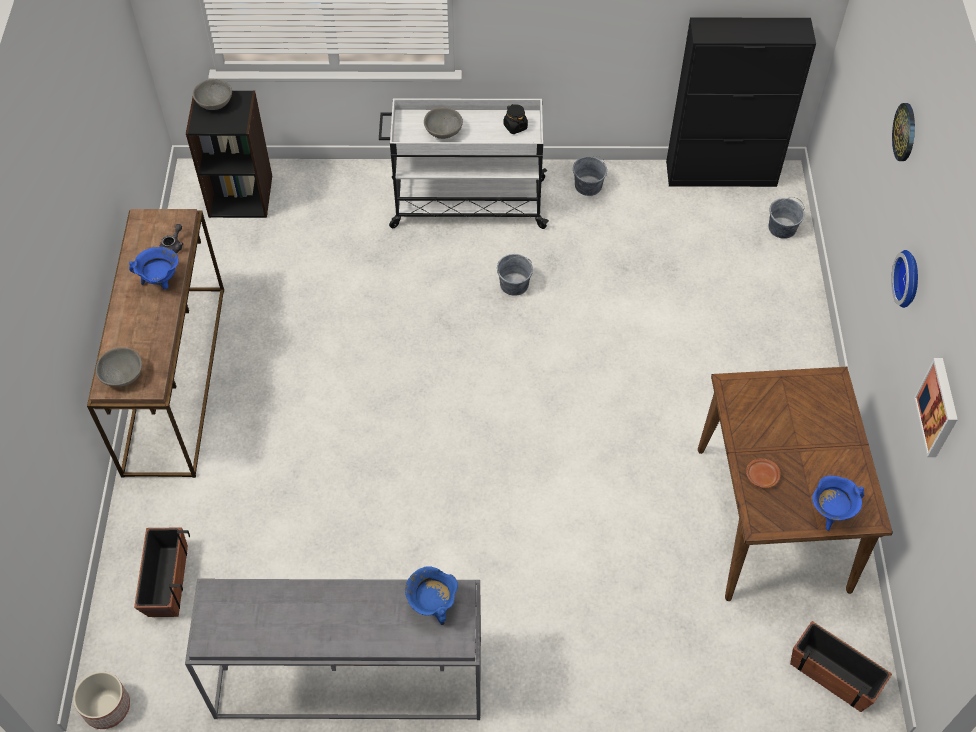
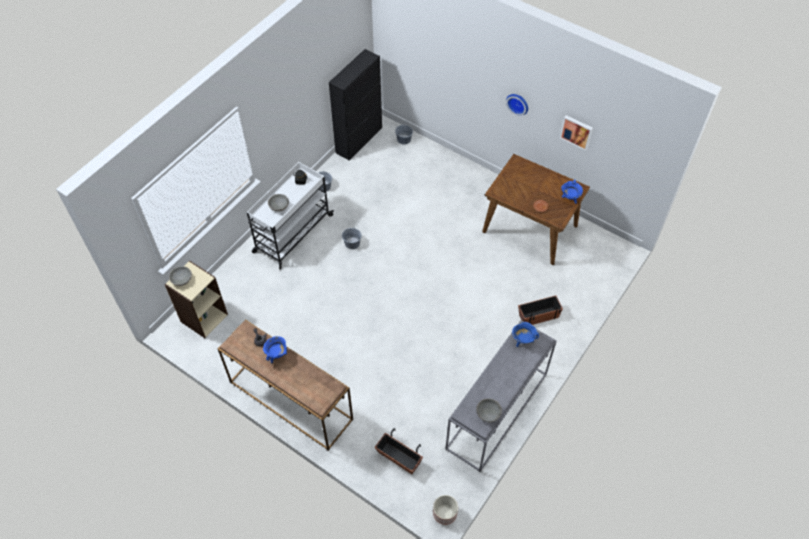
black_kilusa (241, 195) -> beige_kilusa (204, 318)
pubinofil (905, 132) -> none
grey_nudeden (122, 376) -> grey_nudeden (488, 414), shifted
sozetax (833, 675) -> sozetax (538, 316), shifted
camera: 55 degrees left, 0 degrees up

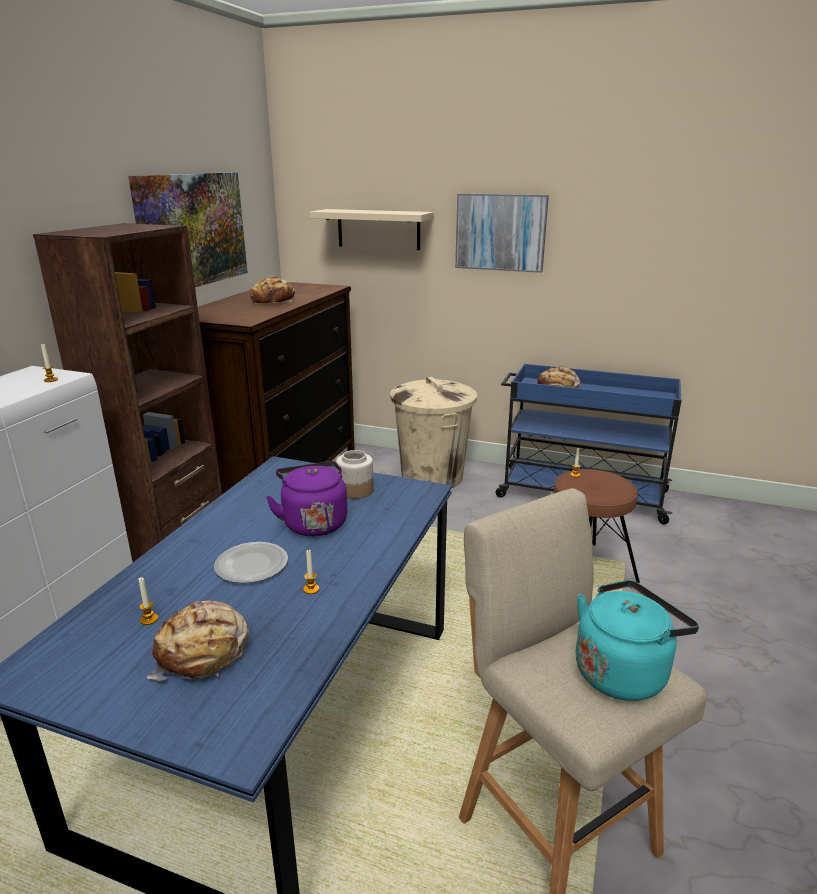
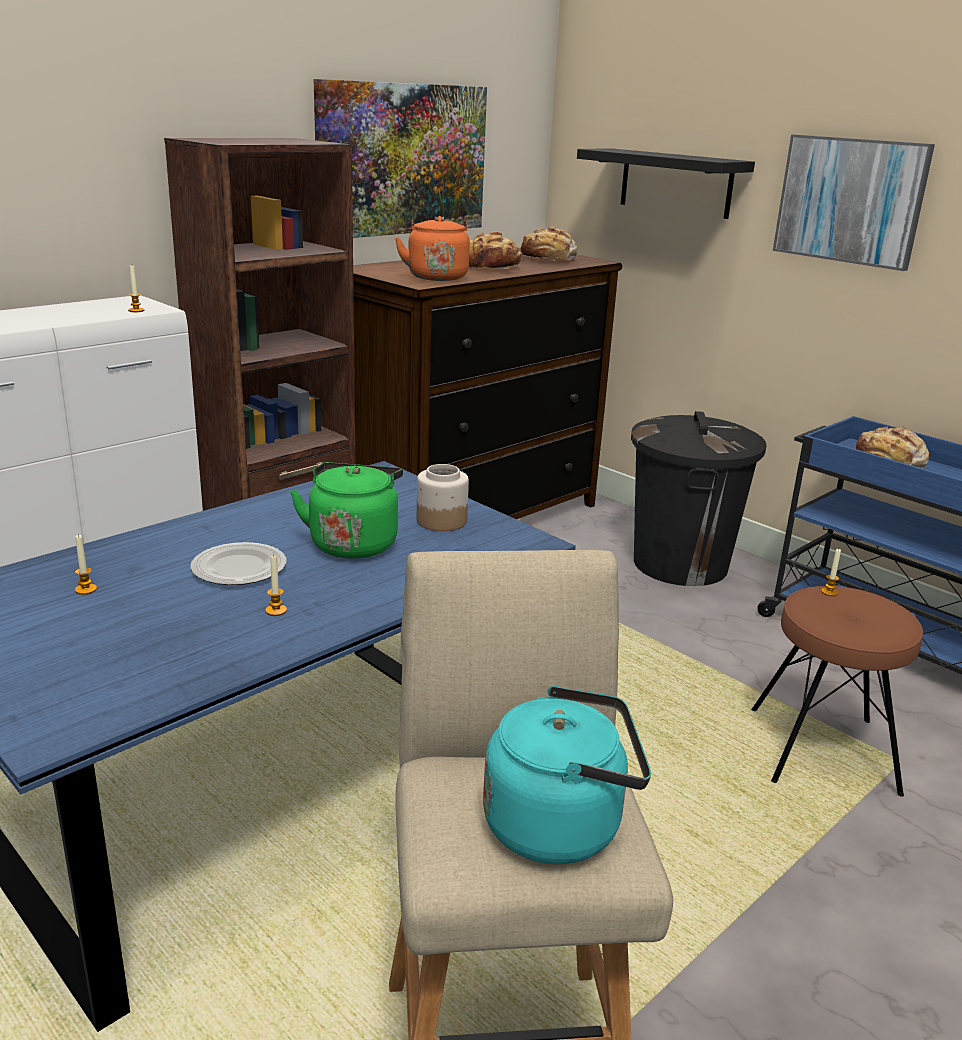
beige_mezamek (378, 229) -> black_mezamek (675, 183)
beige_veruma (432, 476) -> black_veruma (680, 564)
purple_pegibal (313, 522) -> green_pegibal (354, 543)
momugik (203, 653) -> momugik (548, 259), shifted
none -> orange_pegibal (436, 276)
camera: 25 degrees right, 0 degrees up

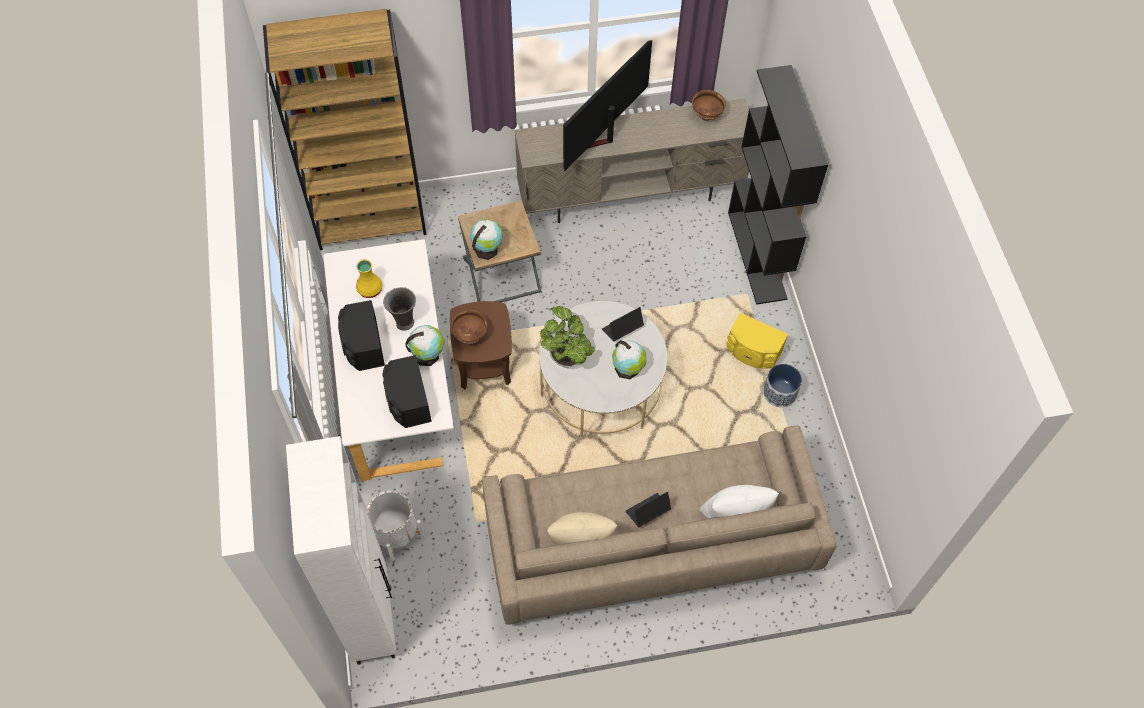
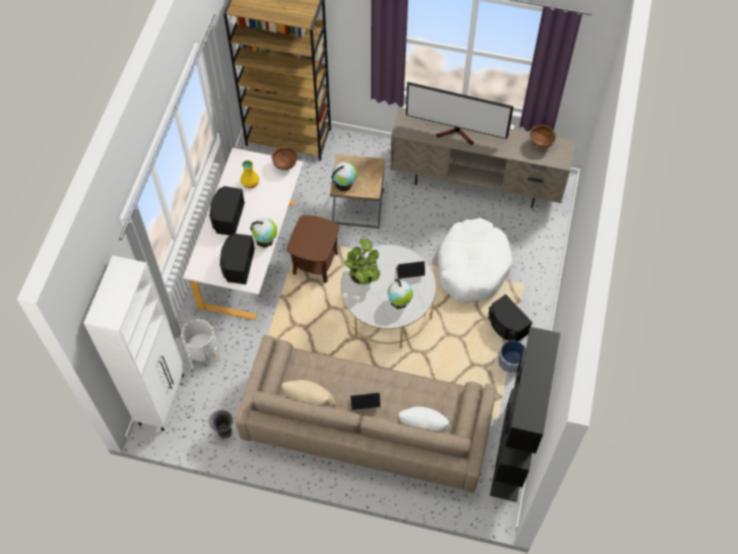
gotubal (602, 138) -> gotubal (457, 134), 135 degrees counterclockwise
black_kilusa (757, 255) -> black_kilusa (512, 453), shifted
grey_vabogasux (404, 323) -> grey_vabogasux (224, 432), shifted
brown_nudeden (470, 335) -> brown_nudeden (285, 165), shifted
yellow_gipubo (752, 351) -> black_gipubo (506, 326)
none -> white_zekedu (472, 266)
camera: 25 degrees right, 0 degrees up

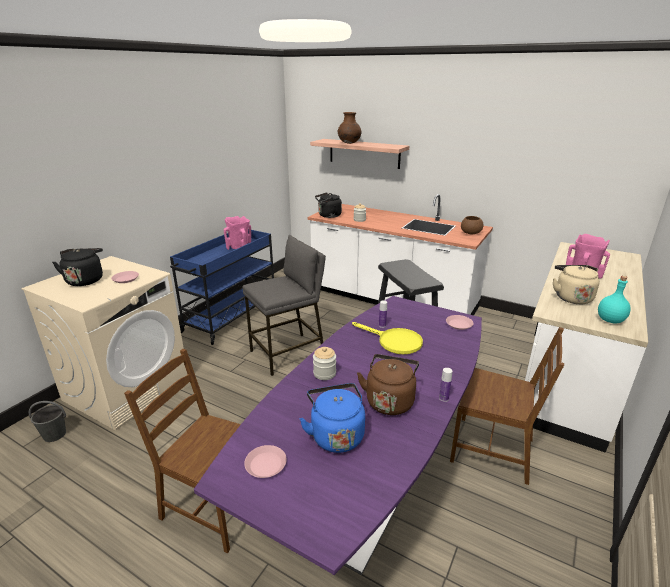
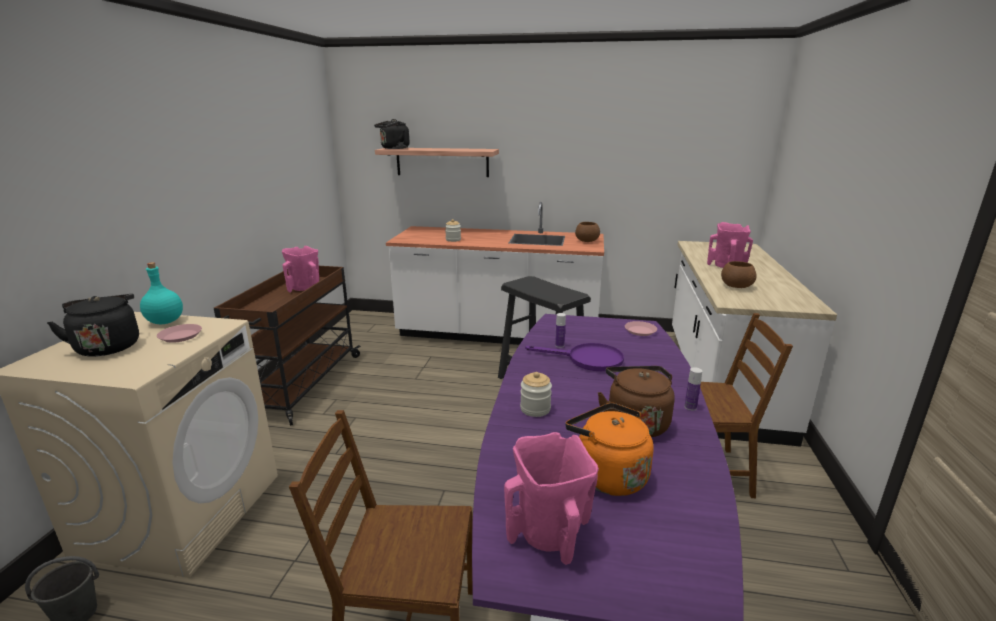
brown_vabogasux (349, 143) -> none
black_pegibal (328, 216) -> black_pegibal (393, 148), shifted
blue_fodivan (231, 316) -> brown_fodivan (300, 385)
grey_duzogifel (288, 353) -> none
beige_pegibal (571, 297) -> brown_nudeden (736, 286)
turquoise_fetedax (610, 320) -> turquoise_fetedax (166, 321), shifted
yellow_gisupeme (394, 342) -> purple_gisupeme (587, 360)
blue_pegibal (336, 434) -> orange_pegibal (607, 475)
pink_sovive (265, 465) -> pink_vabogasux (549, 535)
camera: 20 degrees left, 5 degrees down

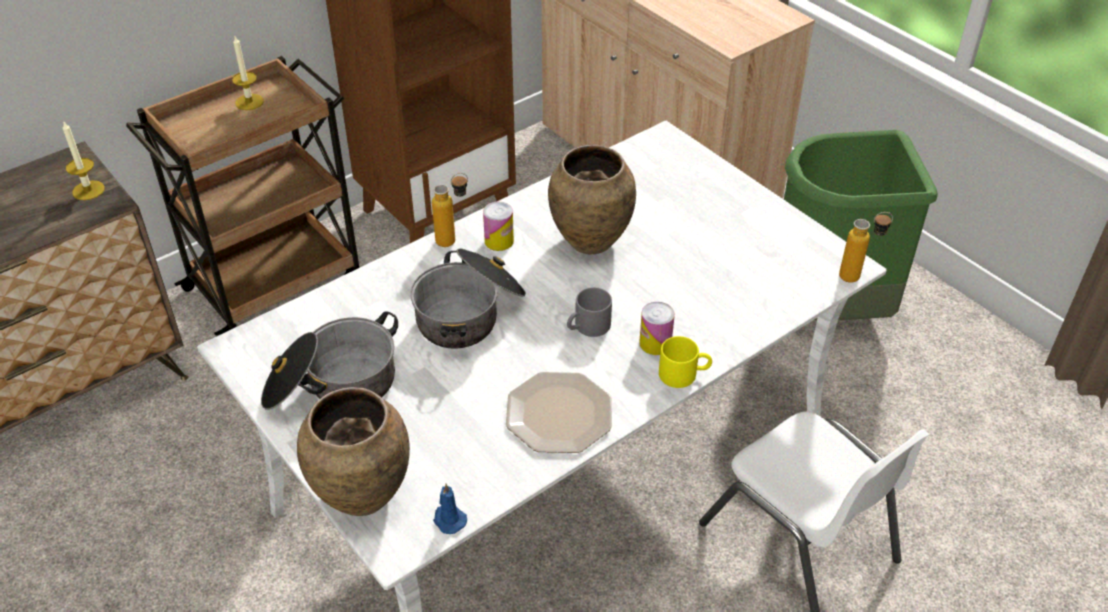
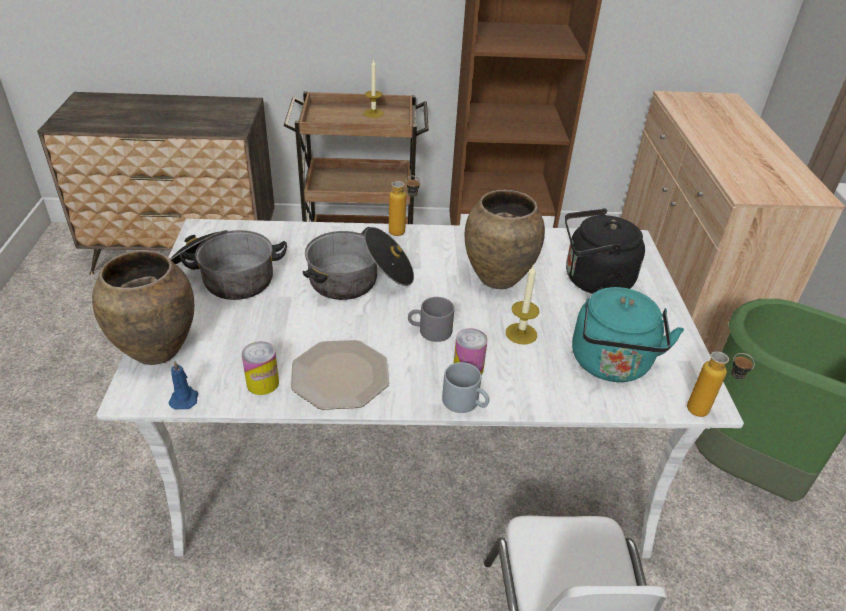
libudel (88, 190) -> libudel (521, 333), shifted
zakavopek (499, 241) -> zakavopek (263, 383), shifted
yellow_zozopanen (684, 374) -> grey_zozopanen (466, 402)
none -> black_pegibal (593, 281)
none -> turquoise_pegibal (611, 365)
camera: 35 degrees right, 5 degrees down

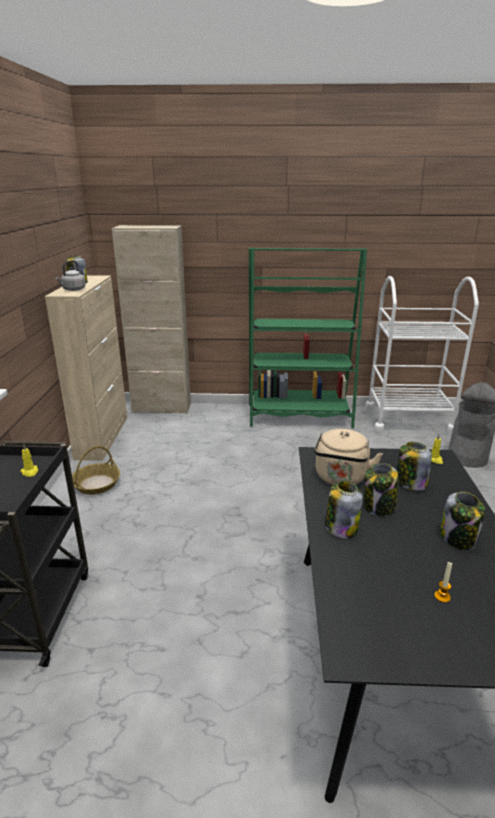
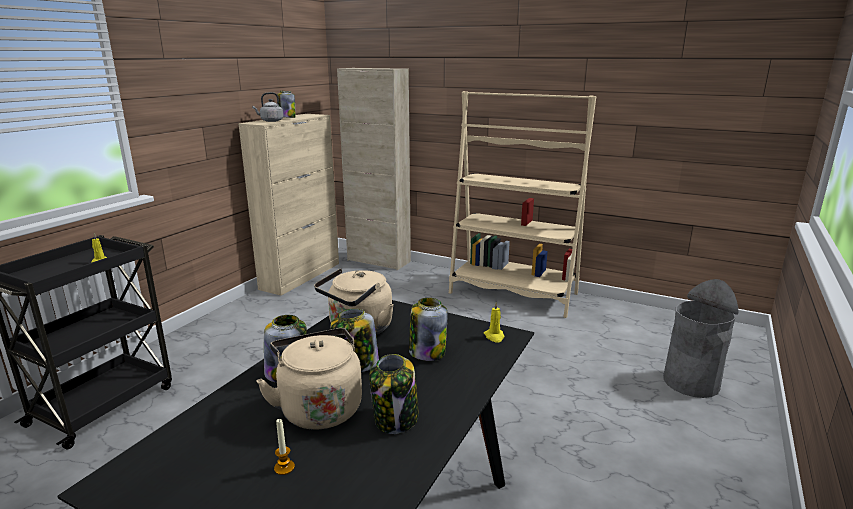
green_kilusa (299, 416) -> beige_kilusa (513, 293)
white_fodivan (408, 420) -> none
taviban (96, 484) -> none
none -> beige_pegibal (319, 407)
camera: 25 degrees right, 5 degrees down

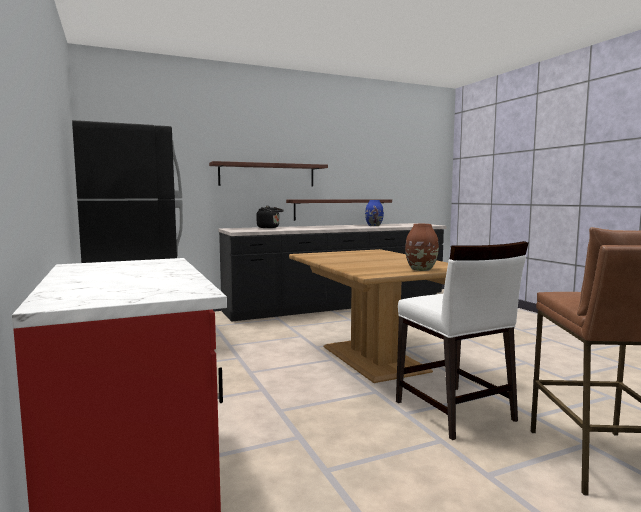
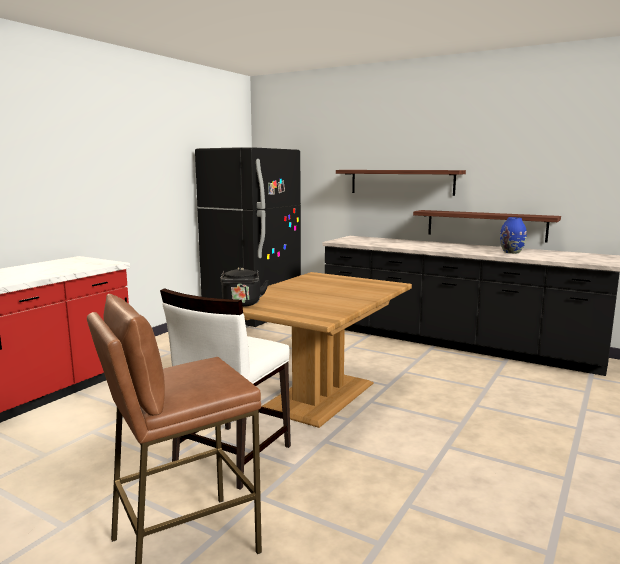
black_pegibal (269, 227) -> black_pegibal (242, 304), shifted
brown_vabogasux (421, 269) -> none
camera: 55 degrees right, 5 degrees up

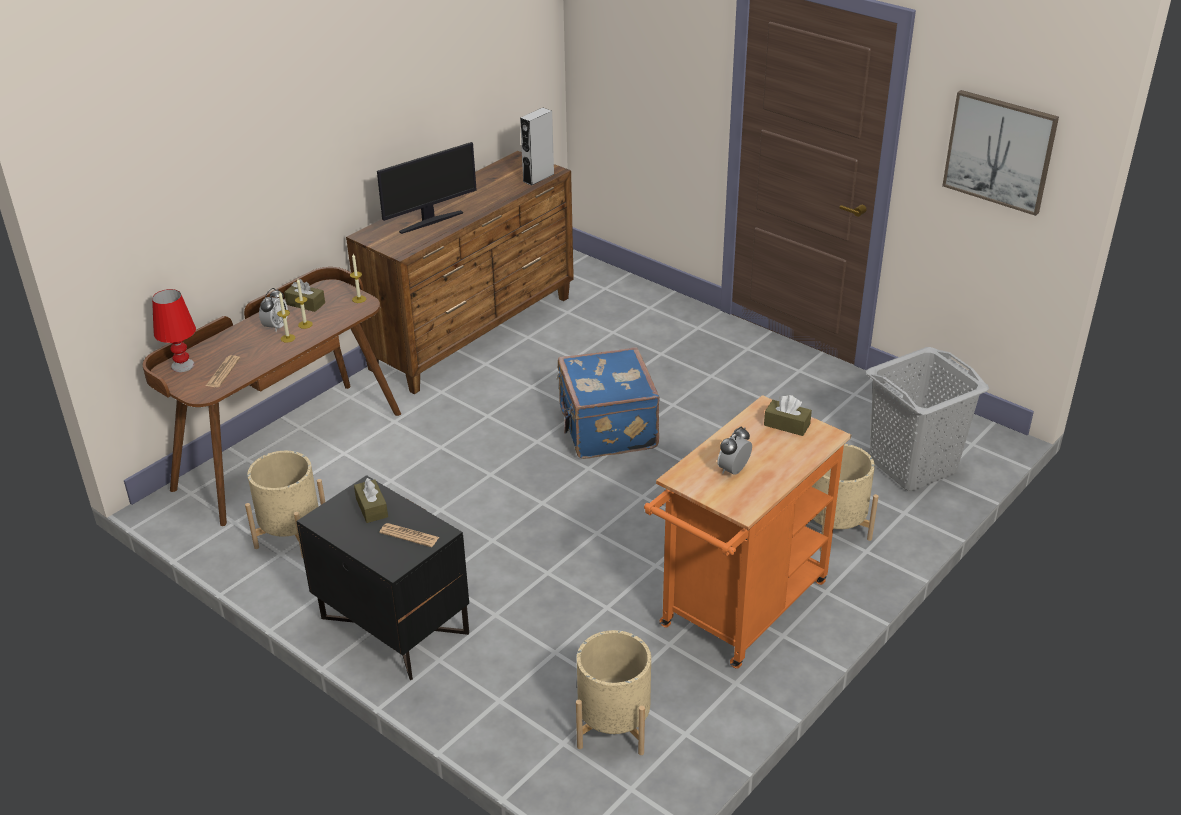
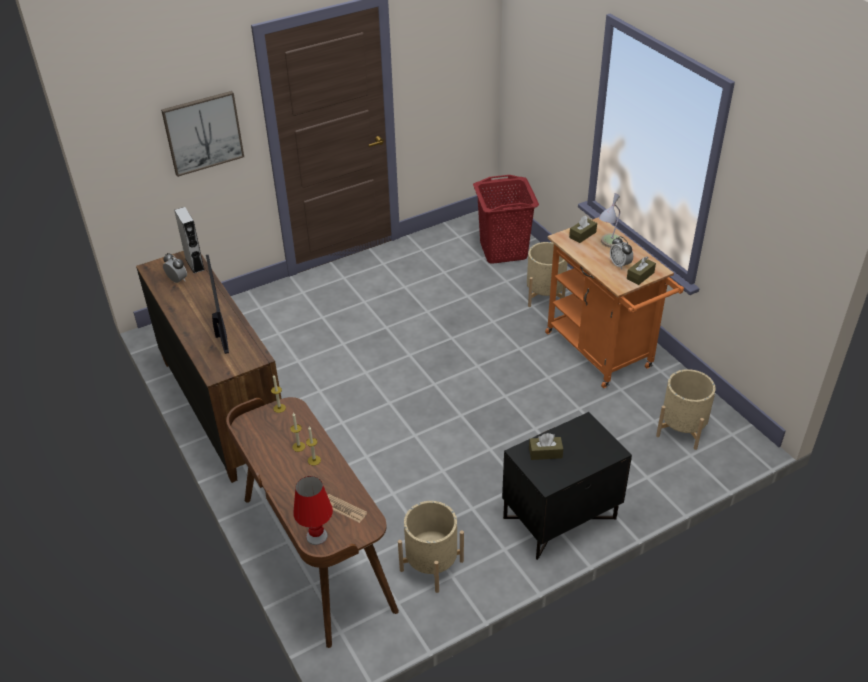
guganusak (1000, 151) -> guganusak (203, 133), shifted
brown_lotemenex (305, 304) -> brown_lotemenex (640, 276), shifted
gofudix (276, 326) -> gofudix (177, 280), shifted
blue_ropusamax (606, 429) -> none
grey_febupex (913, 466) -> red_febupex (503, 250)
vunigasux (409, 535) -> none
none -> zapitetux (608, 243)
camera: 70 degrees left, 5 degrees up

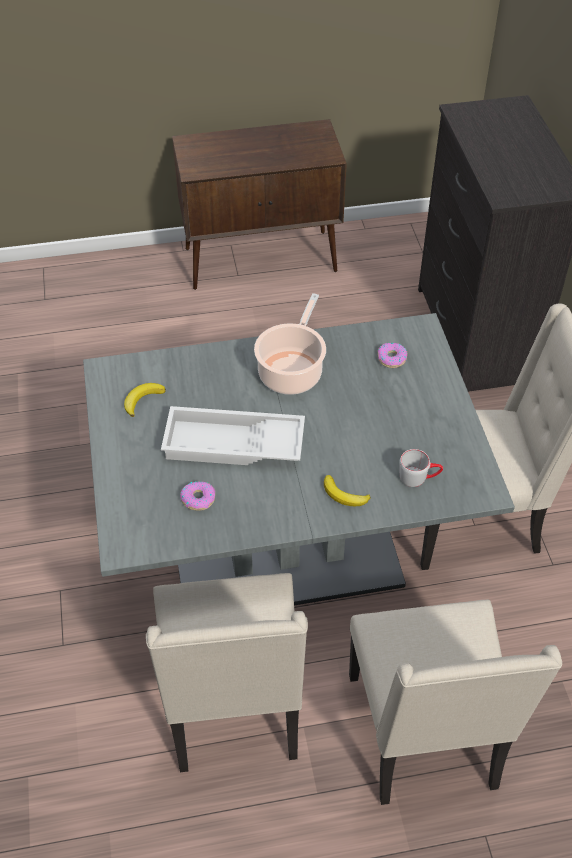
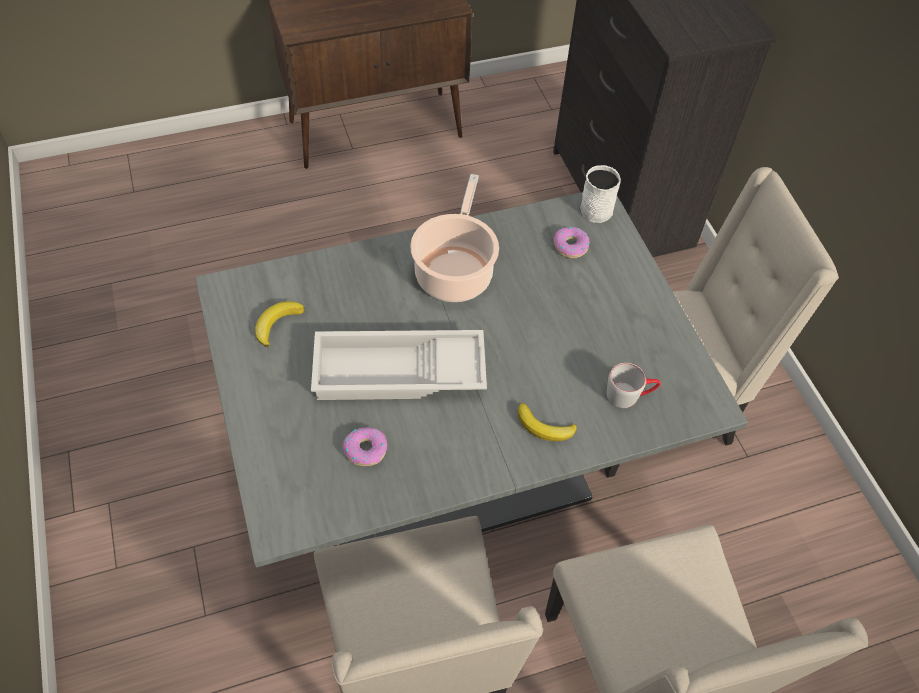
none -> white_zozopanen (595, 206)
camera: 10 degrees left, 5 degrees up

